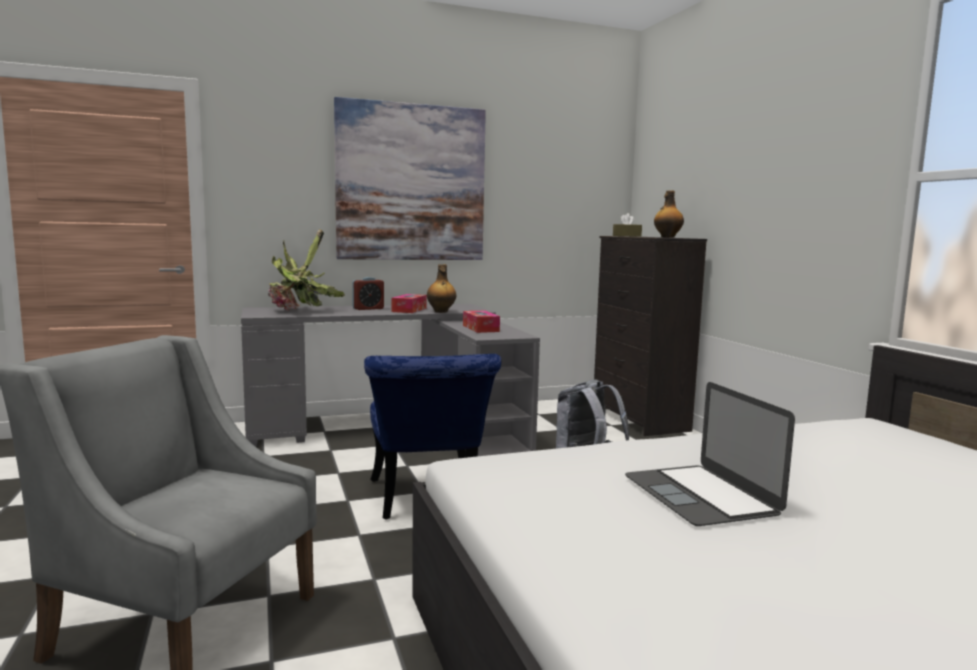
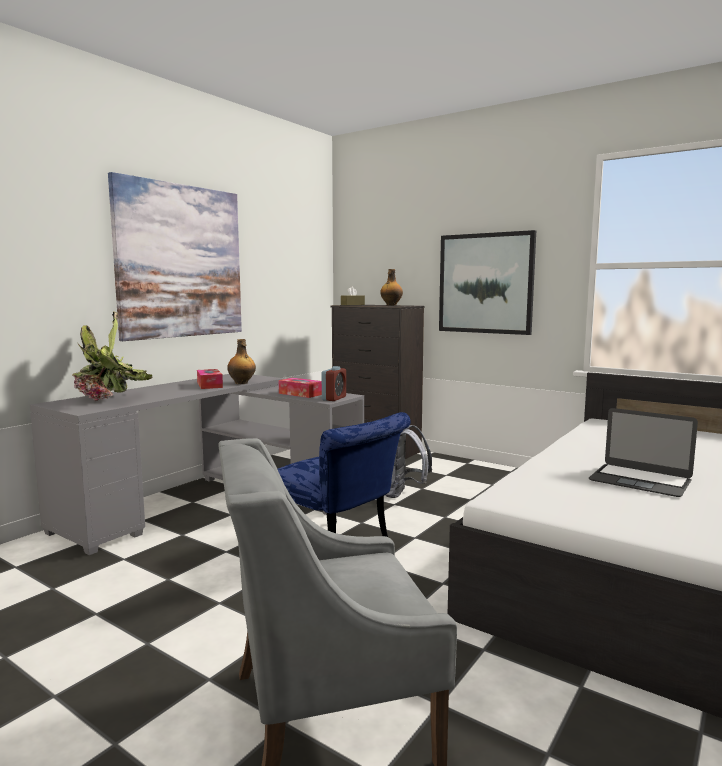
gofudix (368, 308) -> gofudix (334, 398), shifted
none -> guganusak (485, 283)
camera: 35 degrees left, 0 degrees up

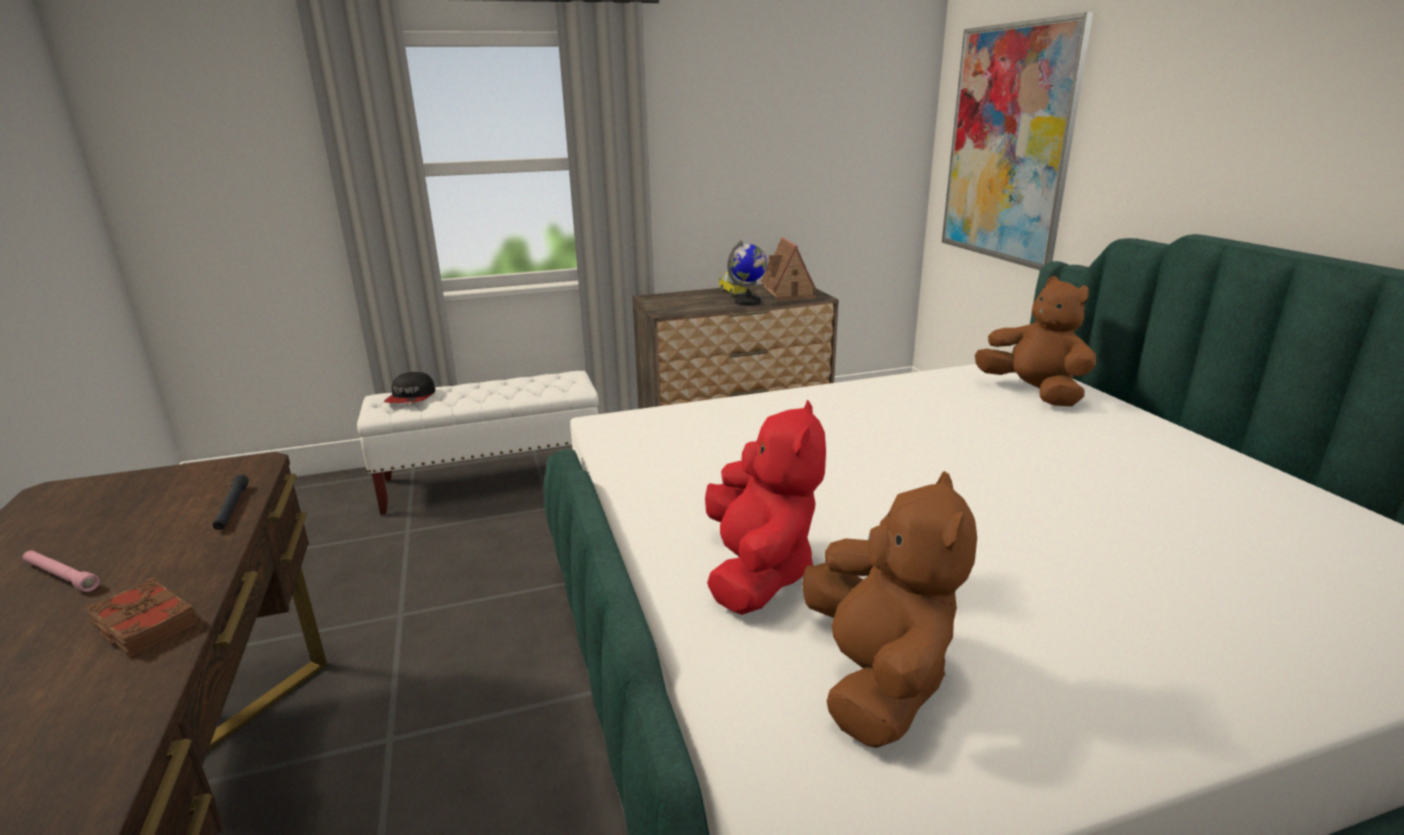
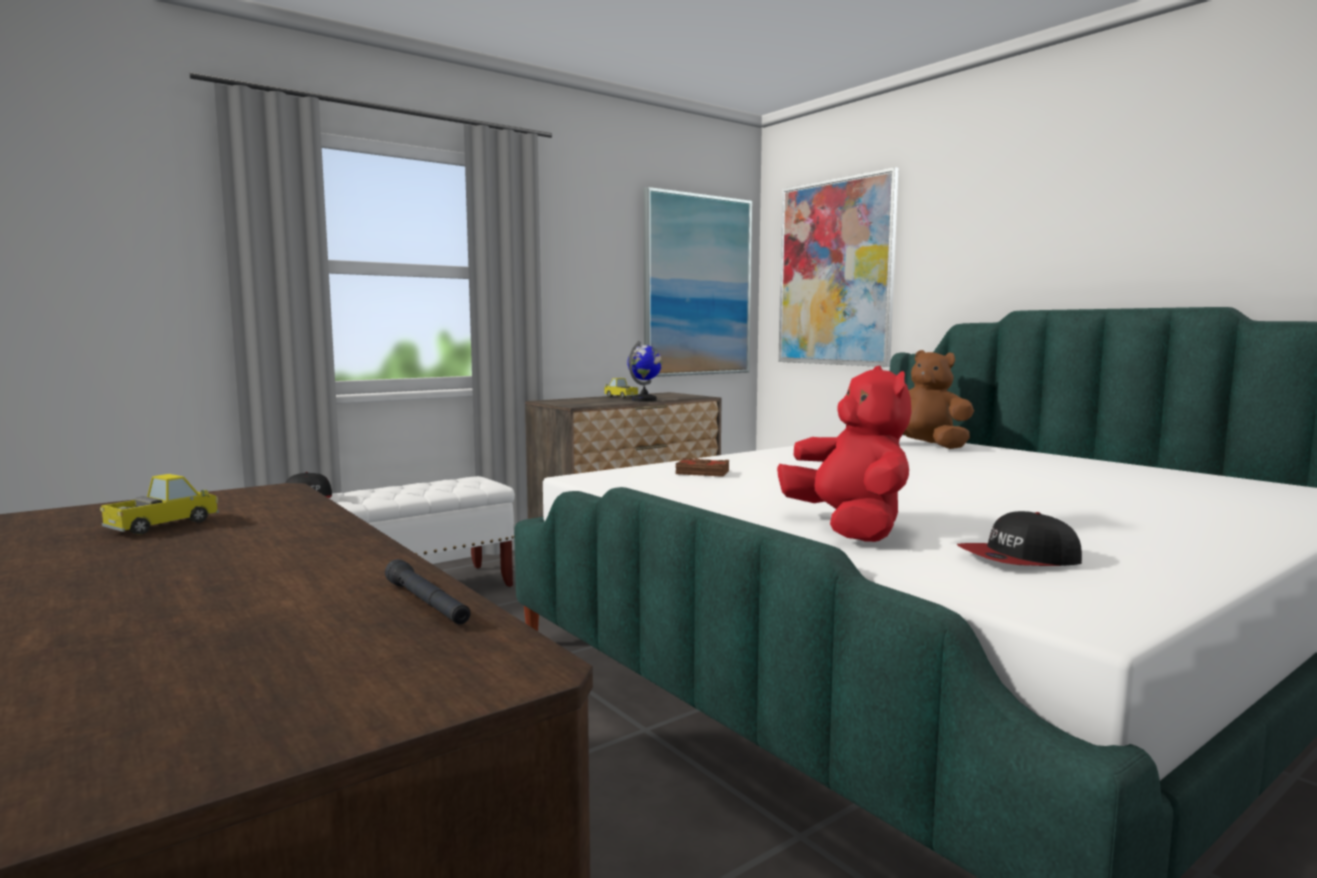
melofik (788, 292) -> none
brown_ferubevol (876, 680) -> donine (1019, 559)
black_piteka (232, 508) -> black_piteka (427, 603), shifted
pink_piteka (61, 576) -> none
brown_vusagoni (144, 625) -> brown_vusagoni (702, 473), shifted
none -> guganusak (697, 286)
none -> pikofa (163, 525)
camera: 20 degrees left, 15 degrees down

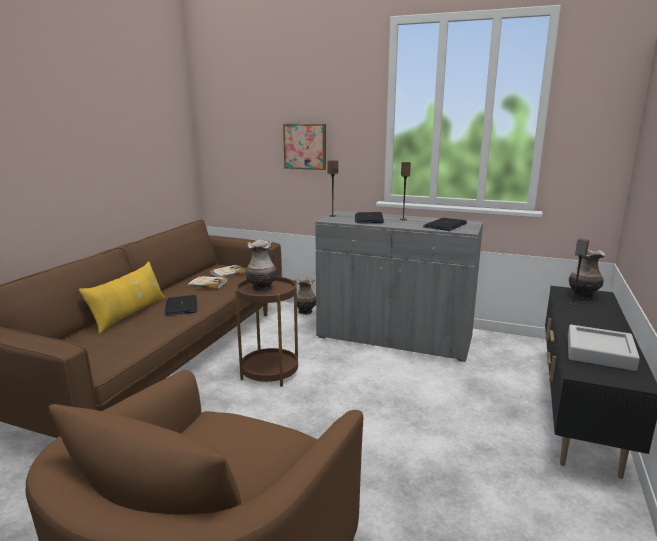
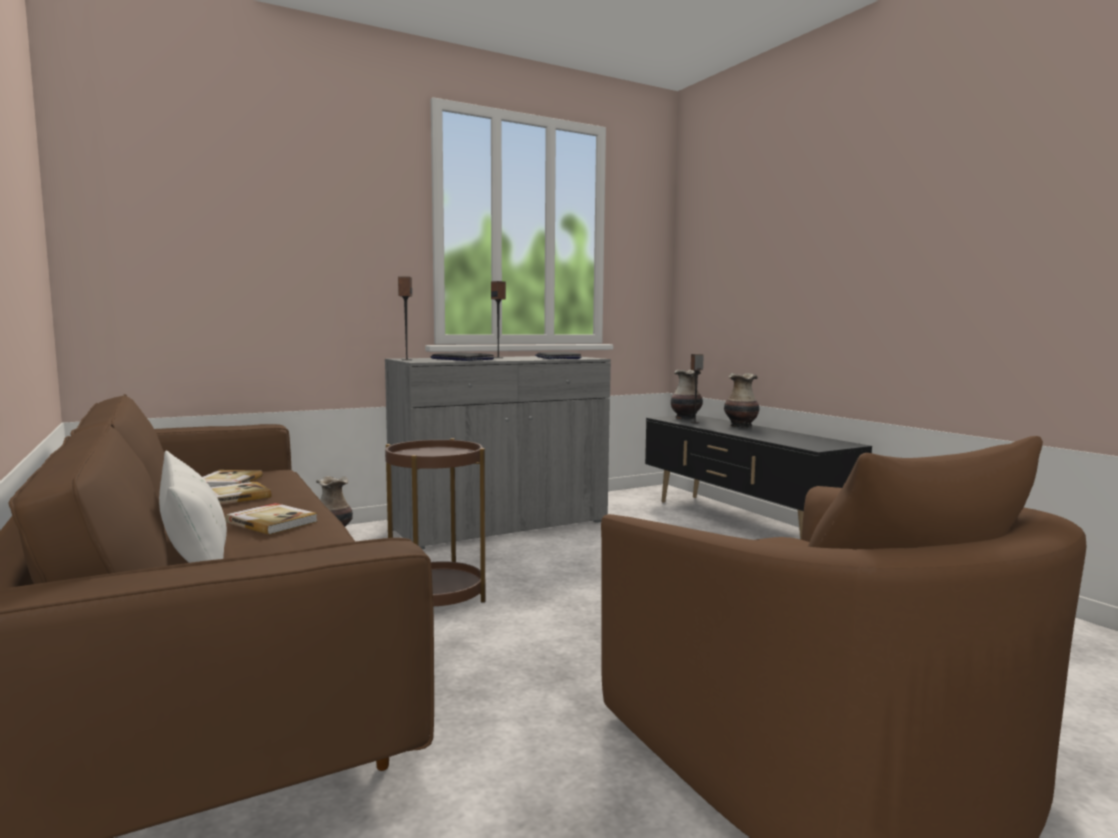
guganusak (305, 146) -> none
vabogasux (262, 288) -> vabogasux (741, 426), shifted
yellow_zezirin (129, 314) -> white_zezirin (195, 553)
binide (181, 306) -> vusagoni (272, 522)
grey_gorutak (599, 352) -> none
camera: 50 degrees left, 10 degrees down

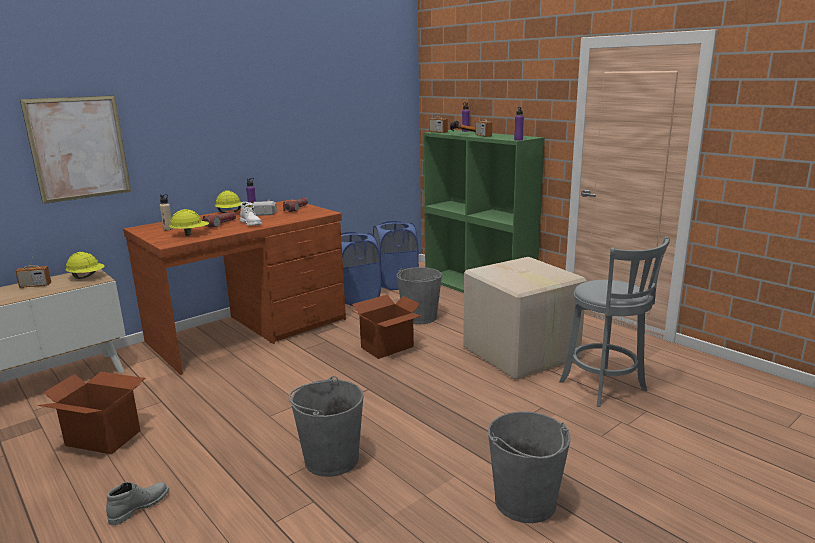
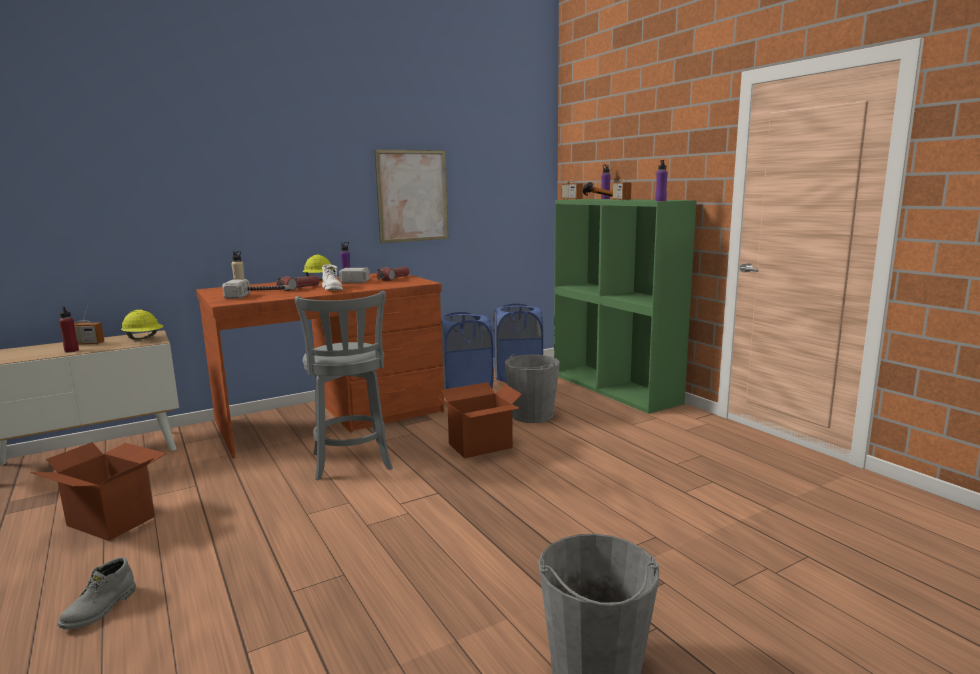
guganusak (79, 148) -> guganusak (412, 196), shifted
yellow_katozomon (190, 234) -> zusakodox (258, 295)
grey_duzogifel (605, 388) -> grey_duzogifel (352, 463), shifted
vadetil (520, 354) -> none
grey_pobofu (331, 459) -> none
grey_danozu (139, 507) -> grey_danozu (100, 609), 150 degrees clockwise
none -> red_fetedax (71, 350)
camera: 10 degrees right, 5 degrees down

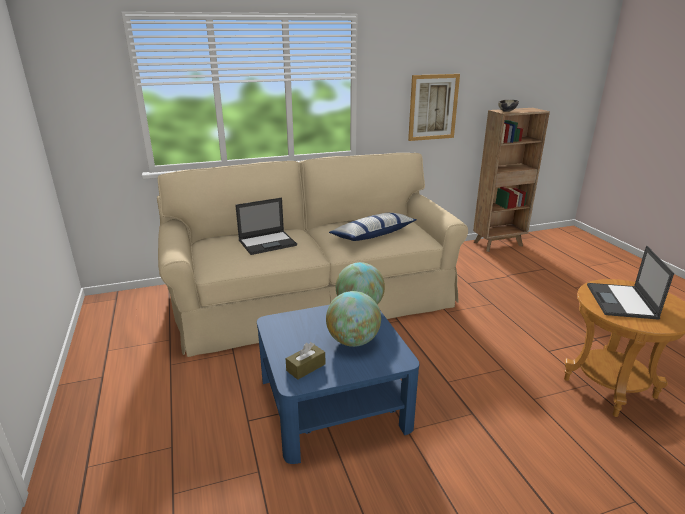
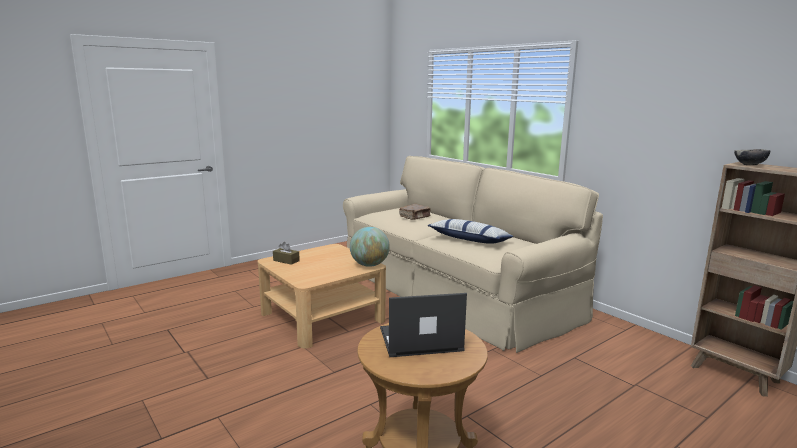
guganusak (433, 107) -> none
binide (268, 243) -> brown_vusagoni (415, 217)
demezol (353, 341) -> none
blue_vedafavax (333, 401) -> beige_vedafavax (323, 317)
camera: 70 degrees right, 10 degrees down

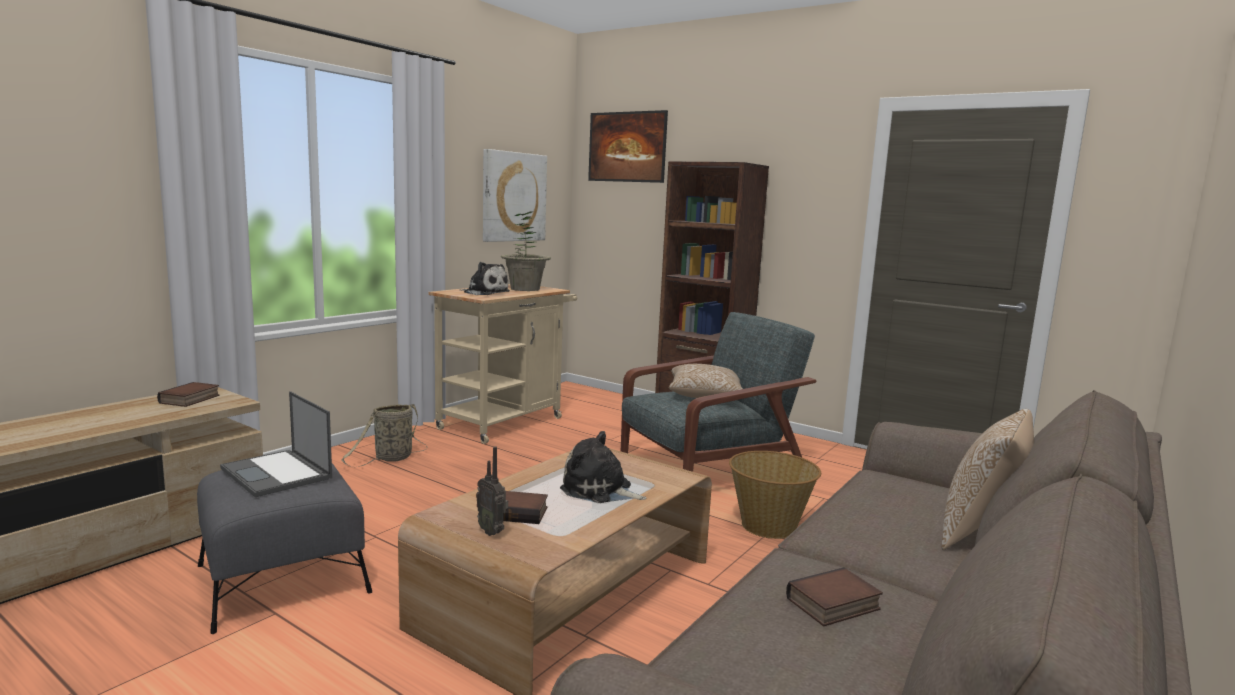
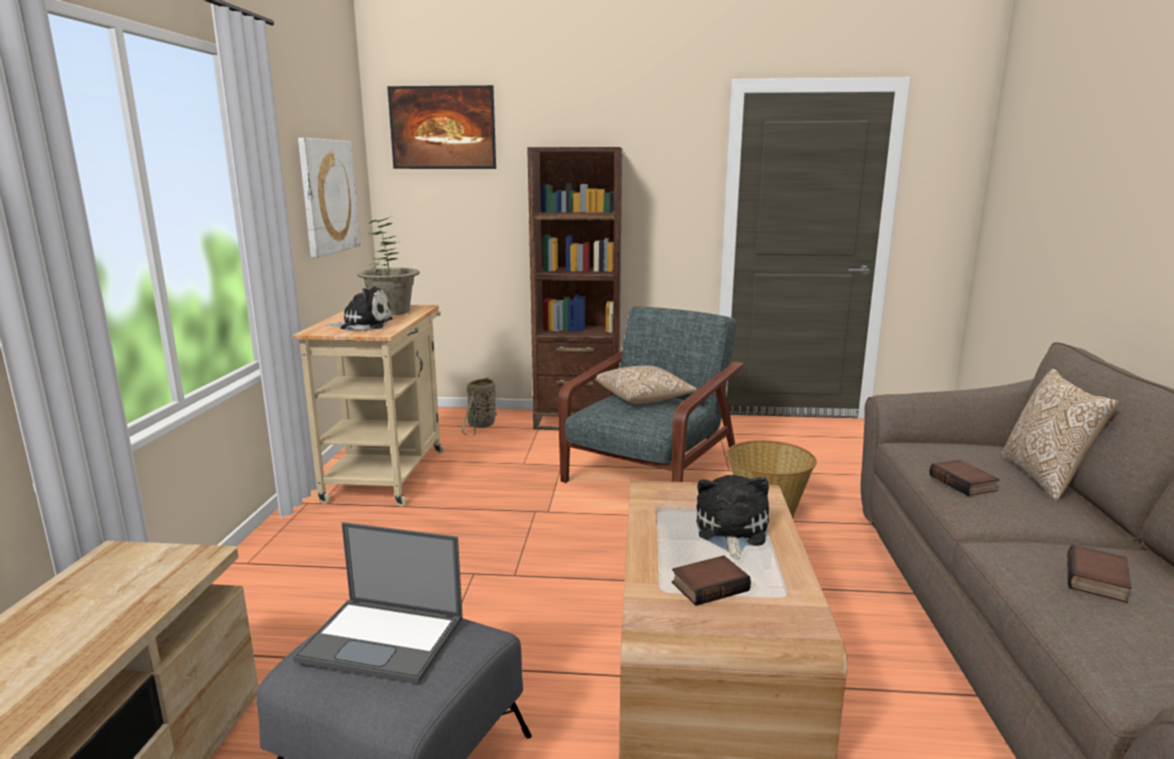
vusagoni (190, 399) -> vusagoni (964, 483), shifted
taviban (391, 458) -> taviban (481, 426), shifted
ferubevol (599, 490) -> ferubevol (730, 532), 105 degrees clockwise
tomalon (492, 531) -> none
camera: 30 degrees left, 5 degrees up

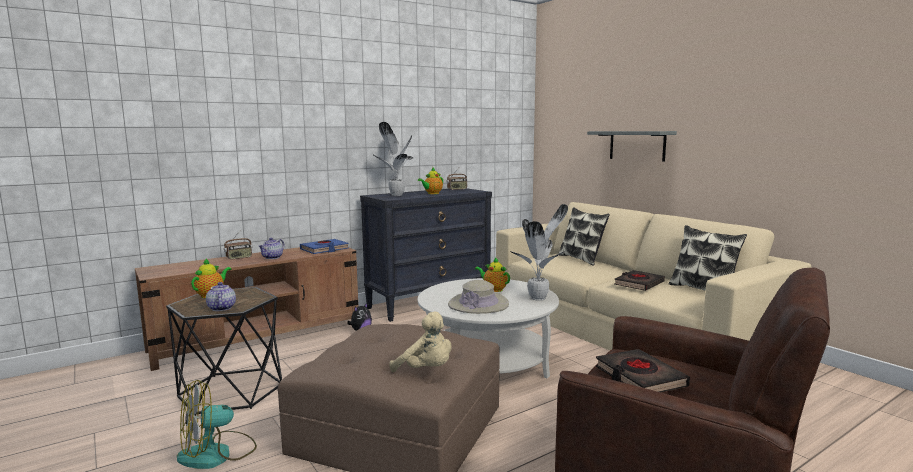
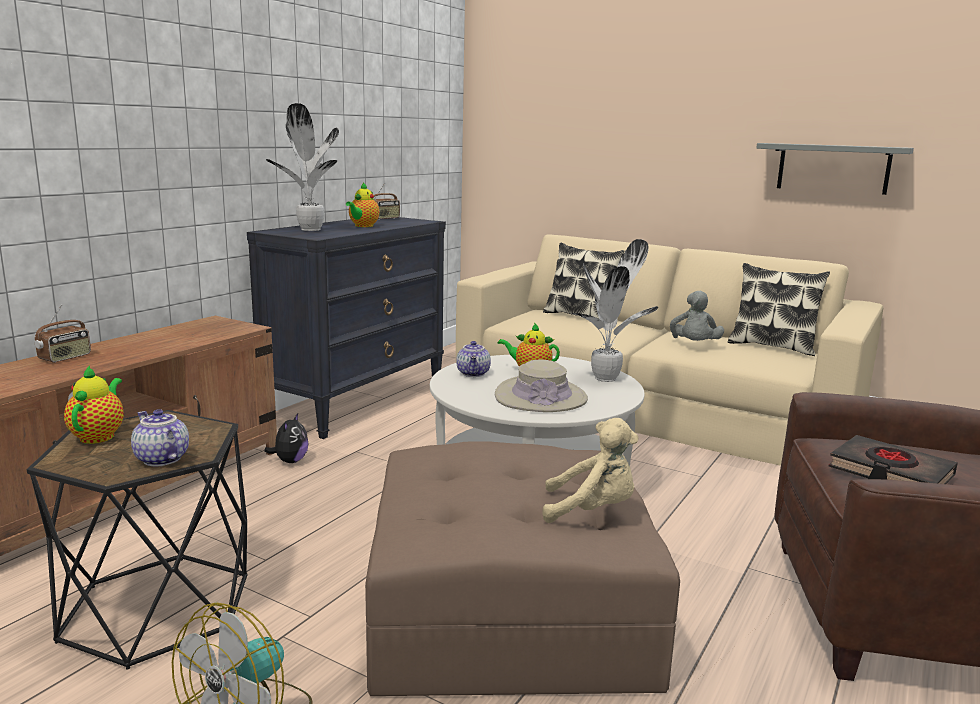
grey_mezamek (637, 145) -> grey_mezamek (833, 168), shifted
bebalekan (272, 257) -> bebalekan (474, 374), shifted
blue_vusagoni (324, 249) -> none
black_vusagoni (638, 284) -> grey_ferubevol (694, 345)
camera: 25 degrees left, 5 degrees up

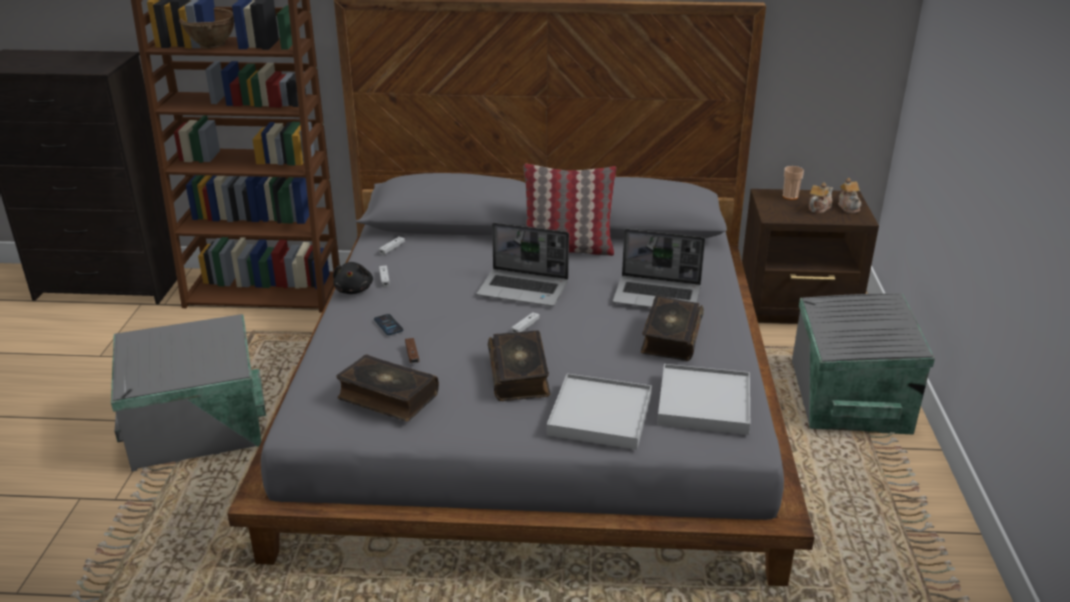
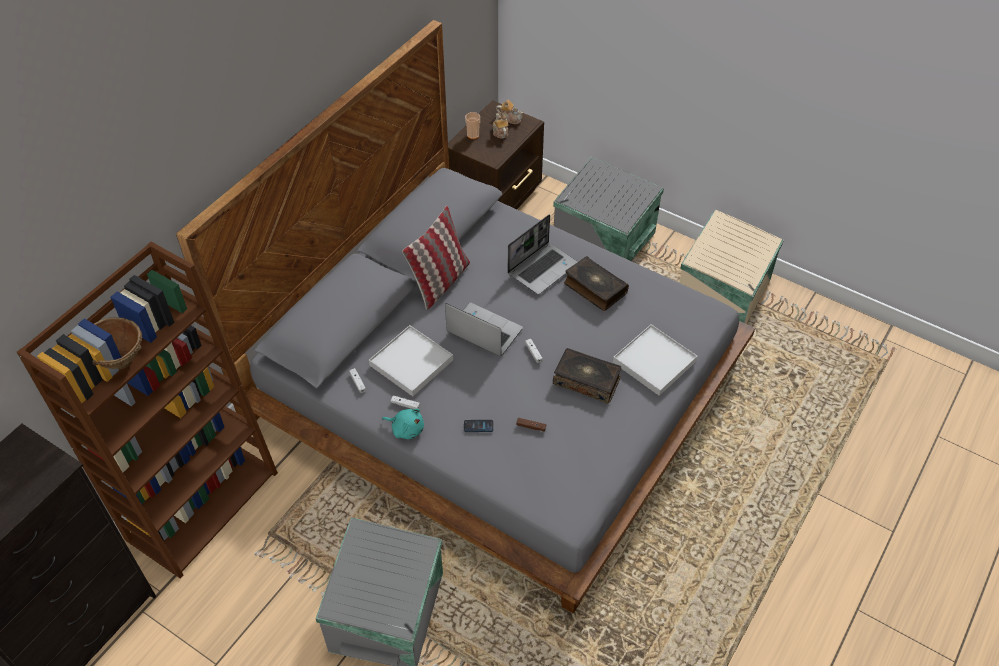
binide (524, 289) -> binide (483, 331), 105 degrees counterclockwise
black_ferubevol (354, 289) -> turquoise_ferubevol (406, 429)
vusagoni (387, 397) -> none
white_gorutak (704, 403) -> white_gorutak (411, 362), shifted
none -> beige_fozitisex (724, 293)
camera: 60 degrees left, 20 degrees up

